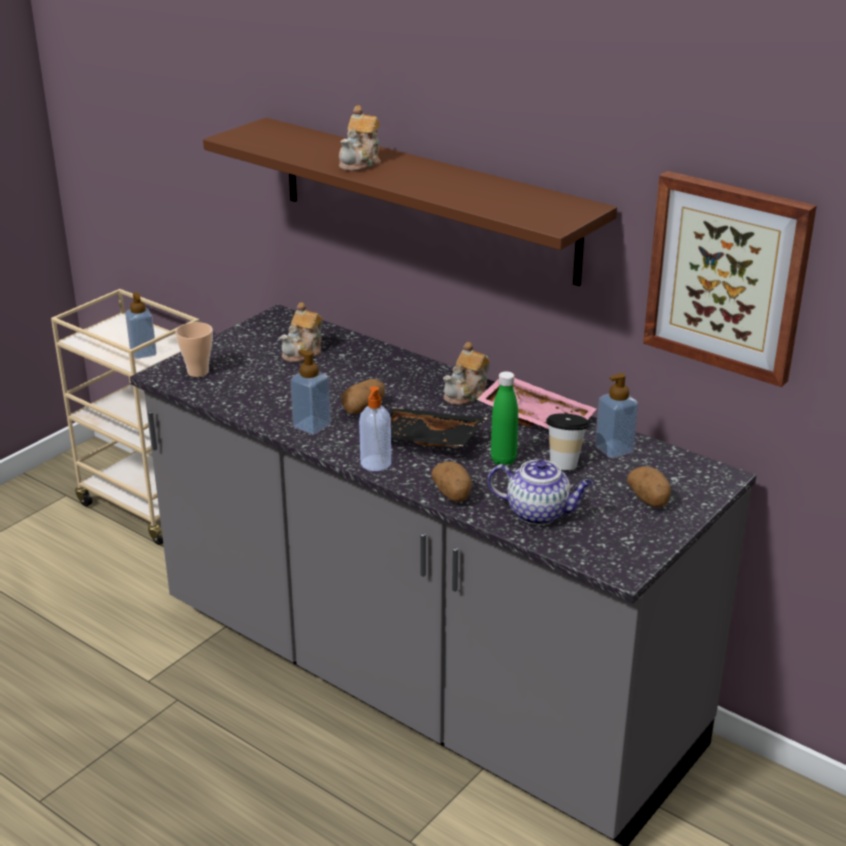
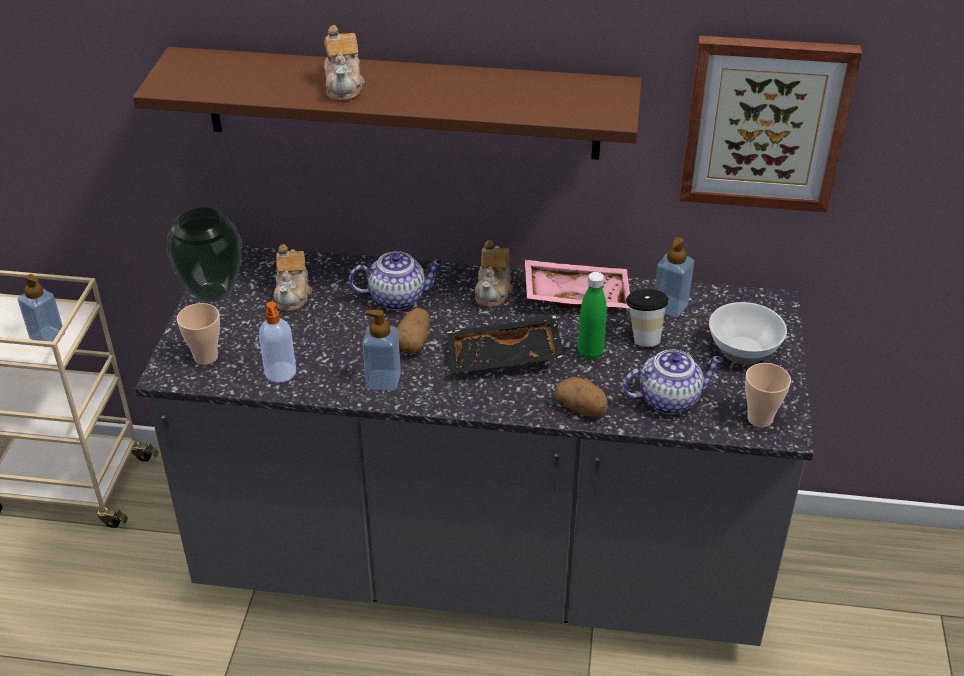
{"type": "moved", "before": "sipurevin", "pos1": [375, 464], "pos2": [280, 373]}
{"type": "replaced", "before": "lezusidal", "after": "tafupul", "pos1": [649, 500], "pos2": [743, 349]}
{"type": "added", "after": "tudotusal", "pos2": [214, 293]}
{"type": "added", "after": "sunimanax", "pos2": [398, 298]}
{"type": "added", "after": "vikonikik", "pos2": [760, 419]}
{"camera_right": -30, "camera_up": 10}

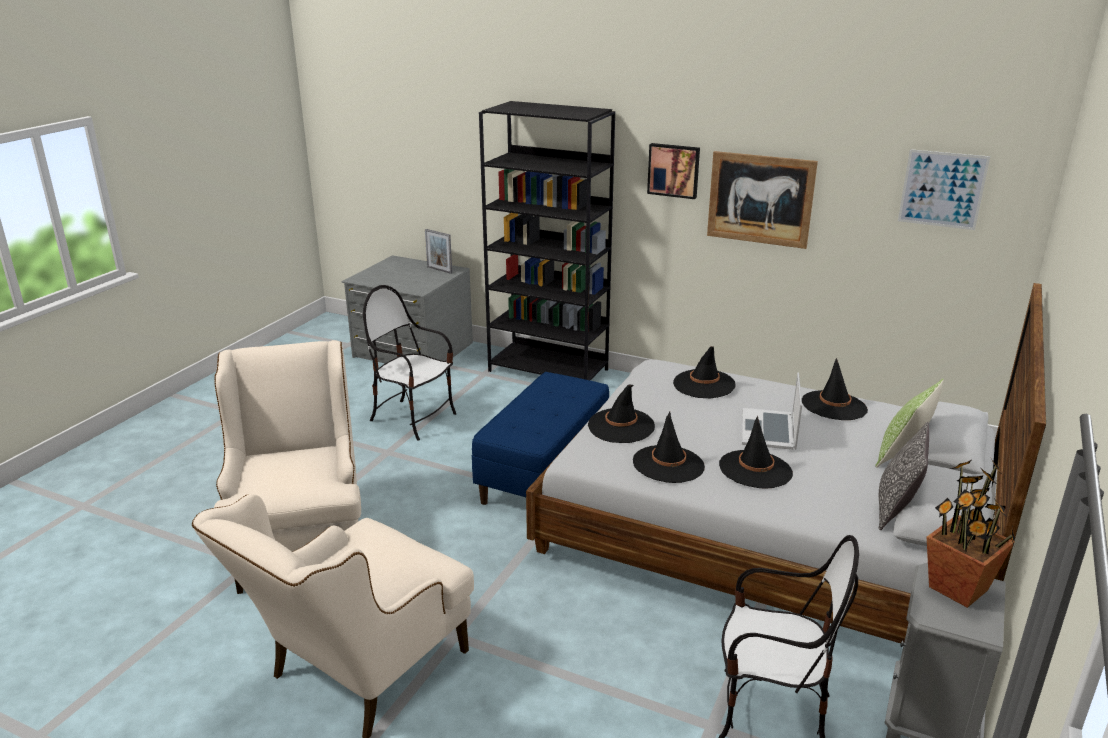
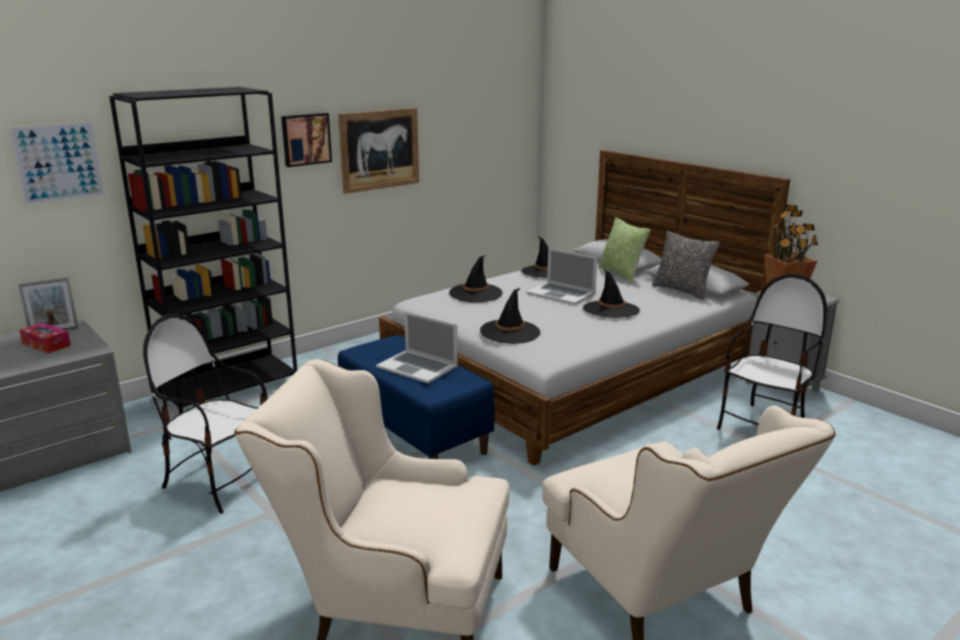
{"type": "turned", "before": "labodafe", "pos1": [413, 419], "pos2": [219, 482], "turn": 60}
{"type": "removed", "before": "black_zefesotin", "pos1": [668, 464]}
{"type": "moved", "before": "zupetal", "pos1": [942, 189], "pos2": [58, 162]}
{"type": "added", "after": "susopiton", "pos2": [46, 344]}
{"type": "added", "after": "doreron", "pos2": [417, 366]}
{"camera_right": -65, "camera_up": -5}

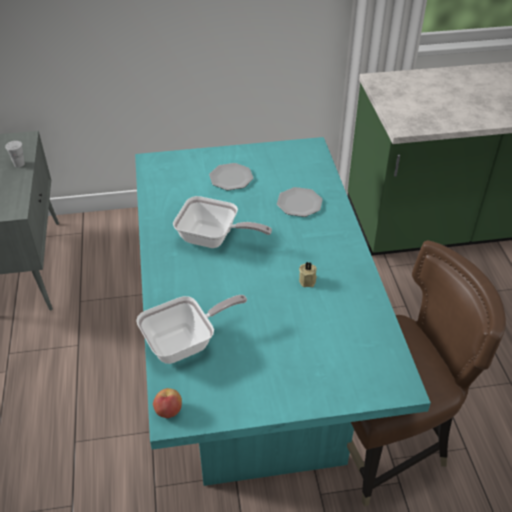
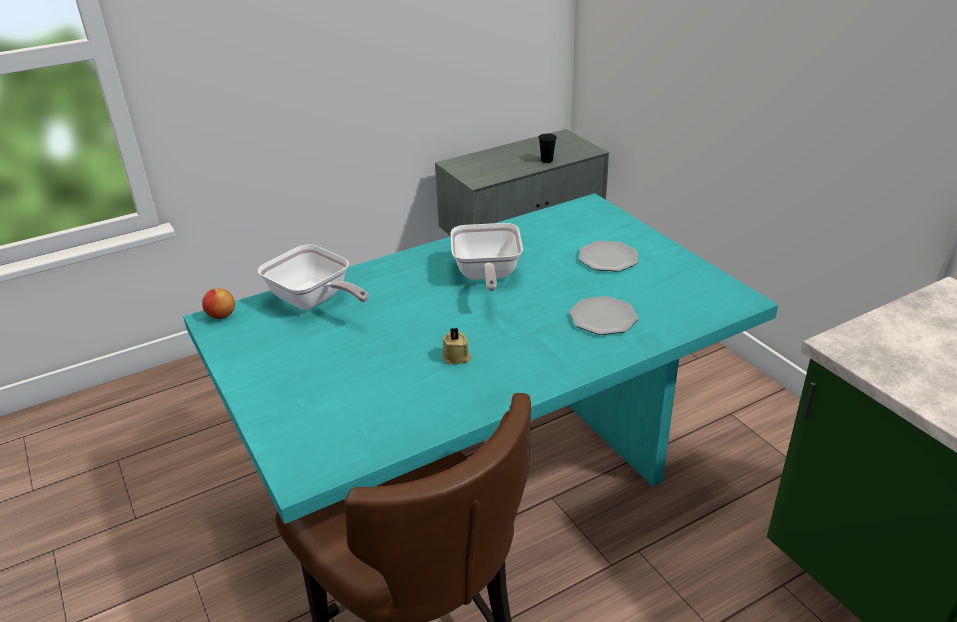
{"type": "recoloured", "before": "white_vikonikik", "after": "black_vikonikik", "pos1": [19, 164], "pos2": [547, 160]}
{"camera_right": 70, "camera_up": -10}

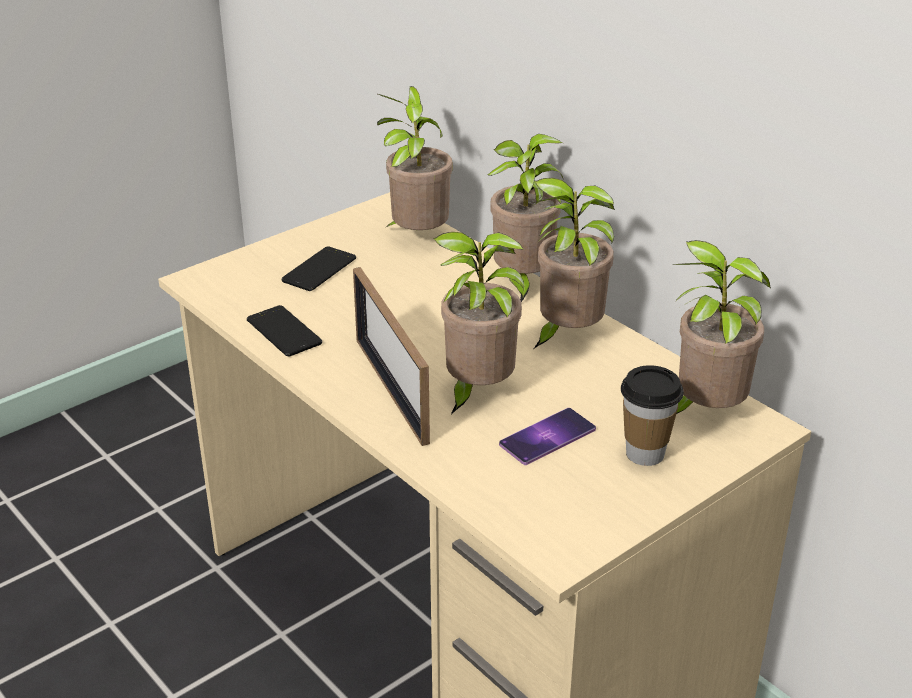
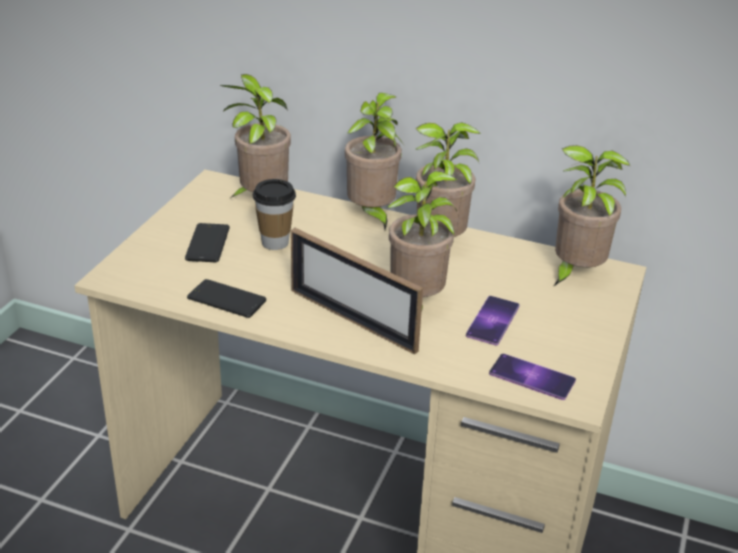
{"type": "moved", "before": "vikonikik", "pos1": [645, 454], "pos2": [275, 243]}
{"type": "added", "after": "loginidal", "pos2": [532, 377]}
{"camera_right": -30, "camera_up": 0}

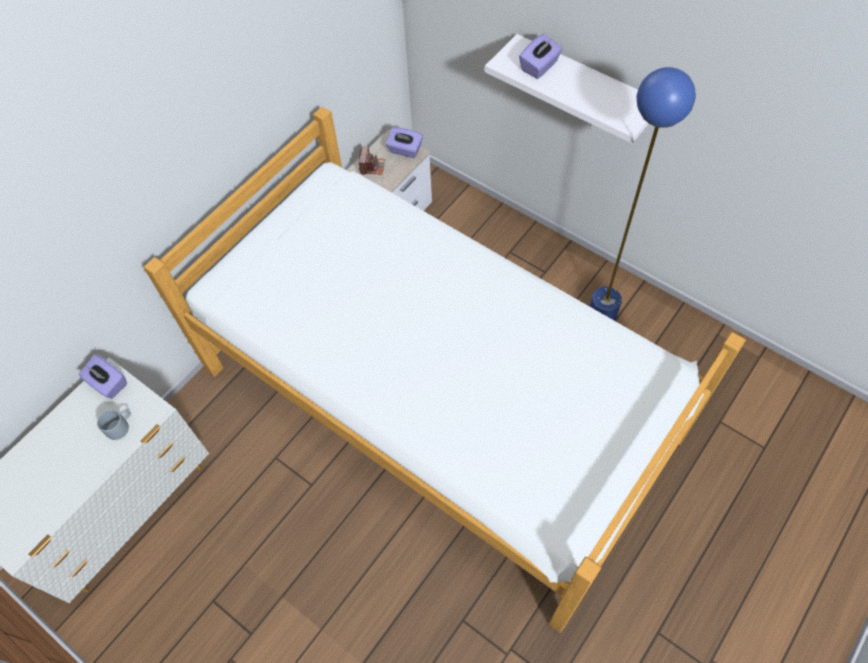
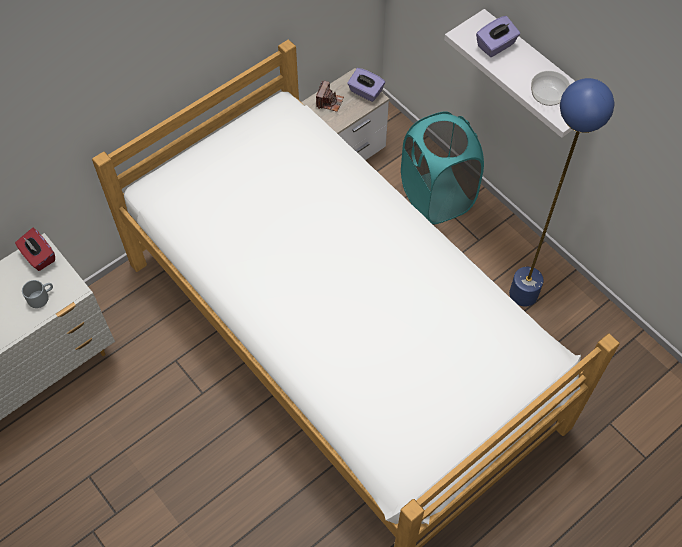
{"type": "recoloured", "before": "purple_susopiton", "after": "red_susopiton", "pos1": [108, 383], "pos2": [38, 256]}
{"type": "added", "after": "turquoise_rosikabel", "pos2": [437, 197]}
{"type": "added", "after": "tafupul", "pos2": [548, 95]}
{"camera_right": 10, "camera_up": 0}

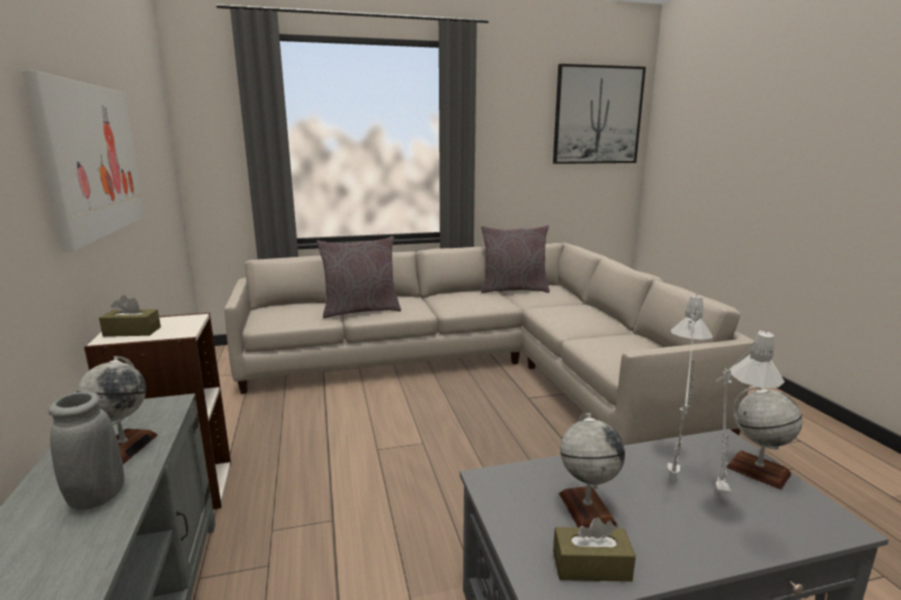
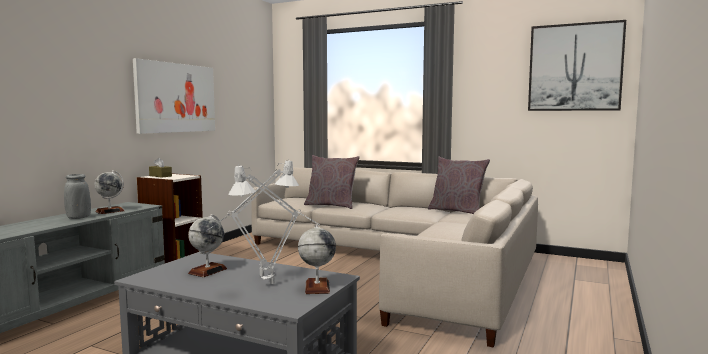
{"type": "removed", "before": "brown_susopiton", "pos1": [591, 566]}
{"camera_right": 40, "camera_up": -10}

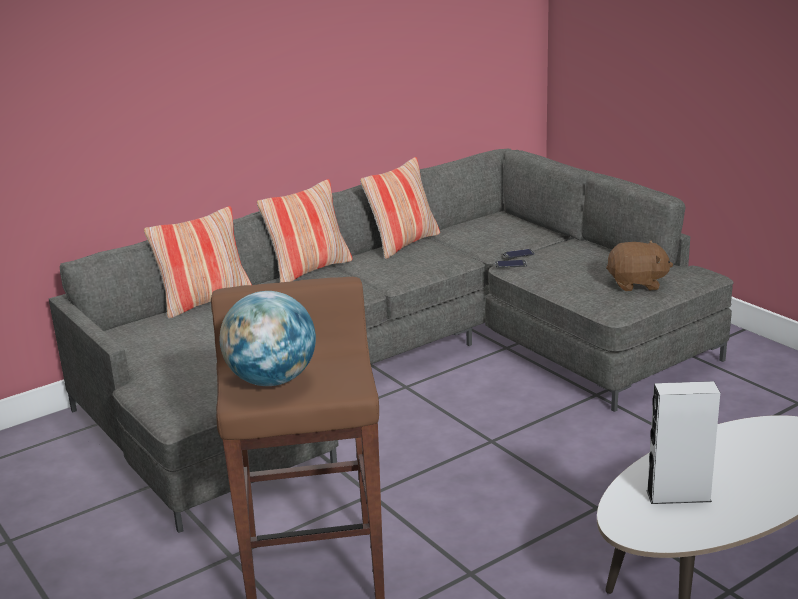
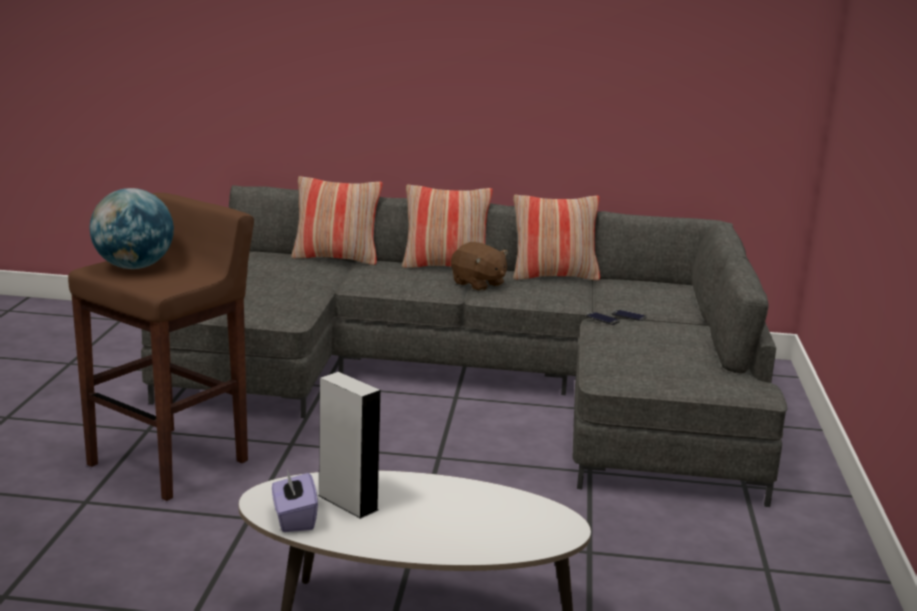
{"type": "moved", "before": "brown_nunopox", "pos1": [637, 284], "pos2": [478, 284]}
{"type": "added", "after": "purple_susopiton", "pos2": [294, 519]}
{"camera_right": 40, "camera_up": -5}

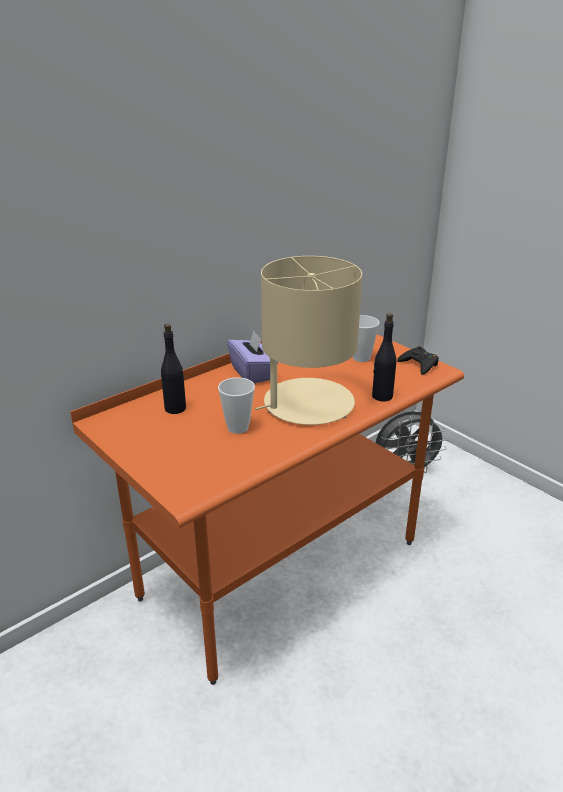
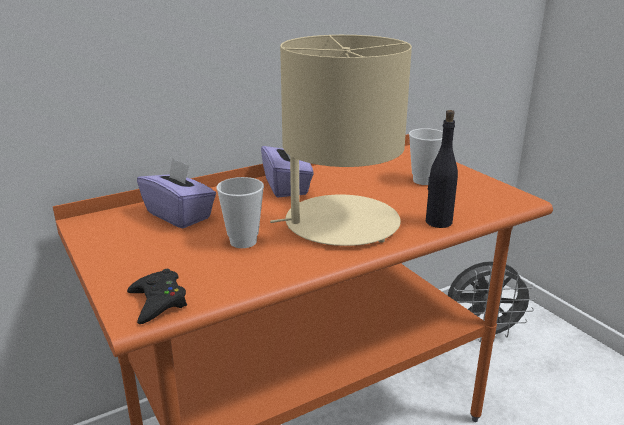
{"type": "replaced", "before": "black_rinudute", "after": "purple_susopiton", "pos1": [175, 408], "pos2": [179, 215]}
{"type": "moved", "before": "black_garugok", "pos1": [419, 364], "pos2": [158, 302]}
{"camera_right": 10, "camera_up": -5}

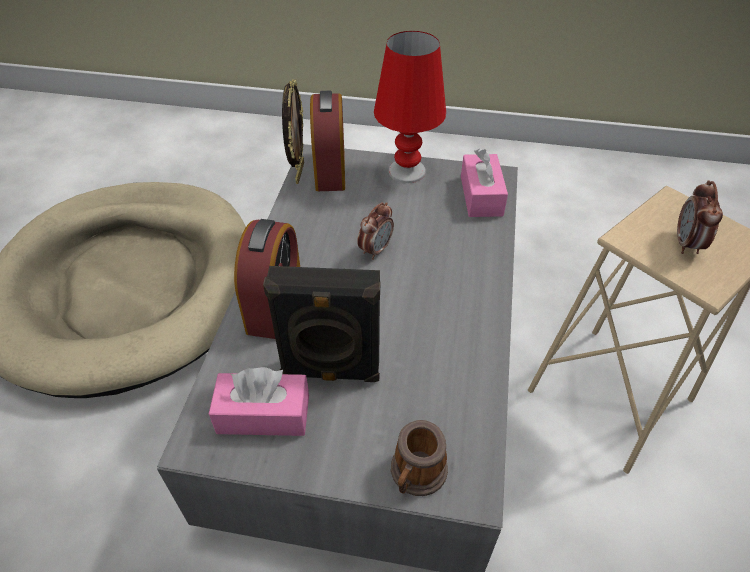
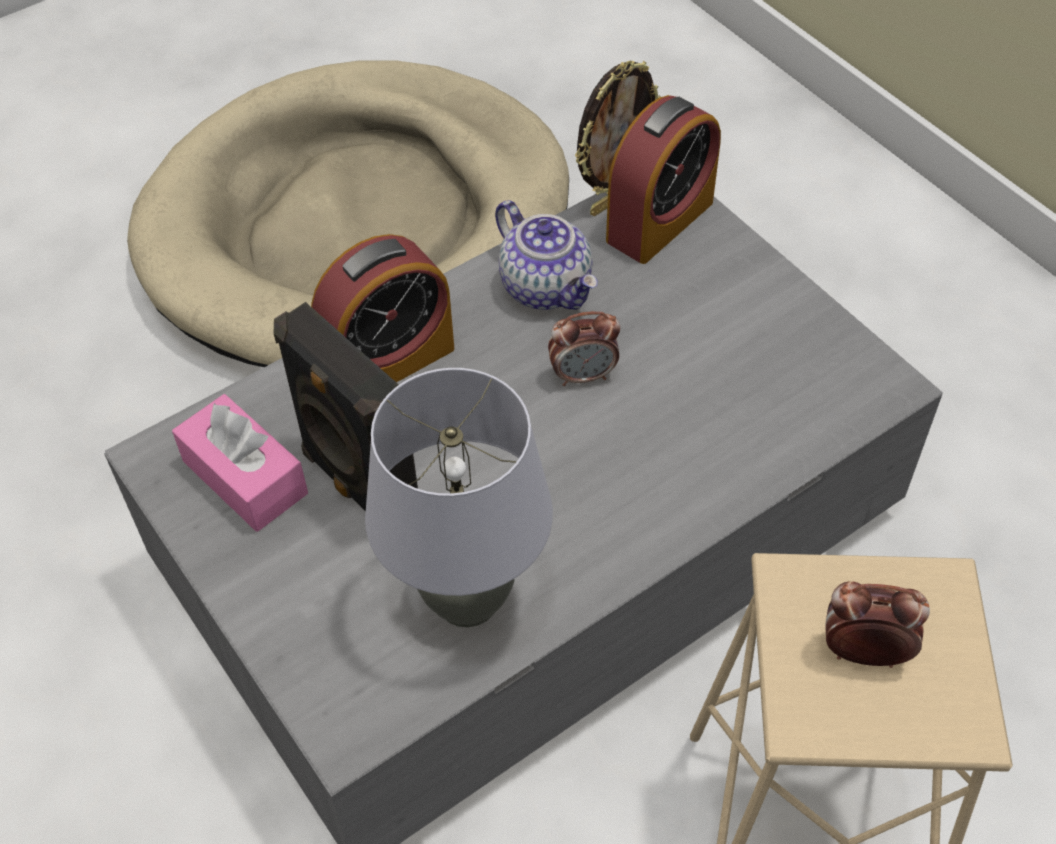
{"type": "removed", "before": "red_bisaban", "pos1": [406, 171]}
{"type": "removed", "before": "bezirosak", "pos1": [415, 475]}
{"type": "removed", "before": "pink_susopiton", "pos1": [481, 196]}
{"type": "turned", "before": "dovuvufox", "pos1": [687, 244], "pos2": [863, 652], "turn": 45}
{"type": "added", "after": "grey_bisaban", "pos2": [468, 600]}
{"type": "added", "after": "sunimanax", "pos2": [547, 287]}
{"camera_right": 45, "camera_up": 5}

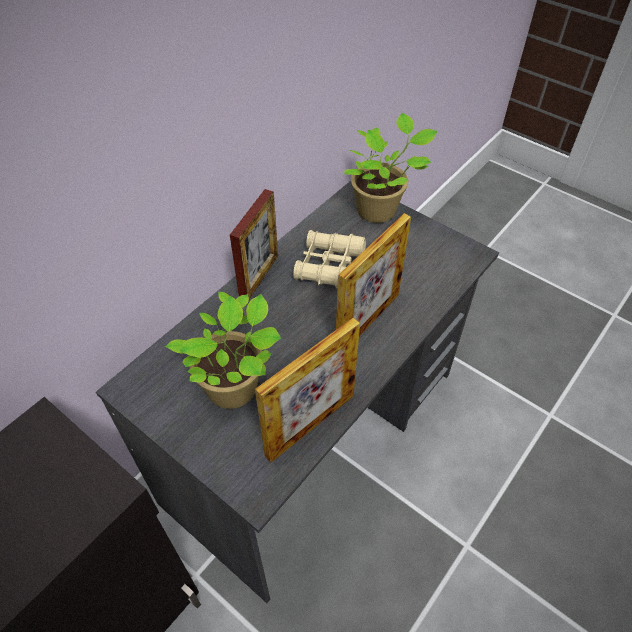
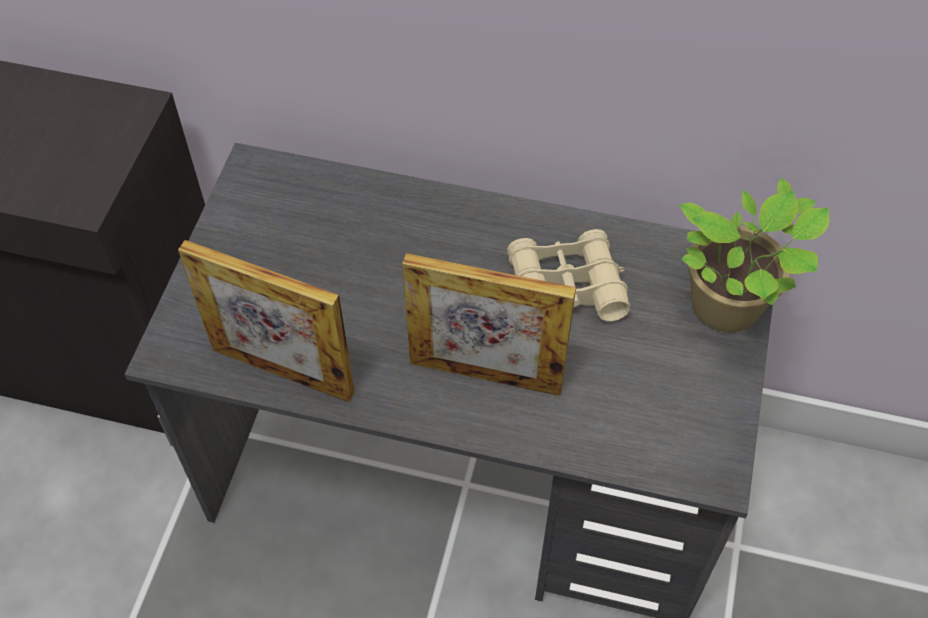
{"type": "removed", "before": "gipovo", "pos1": [236, 389]}
{"type": "removed", "before": "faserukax", "pos1": [259, 276]}
{"camera_right": 65, "camera_up": 5}

